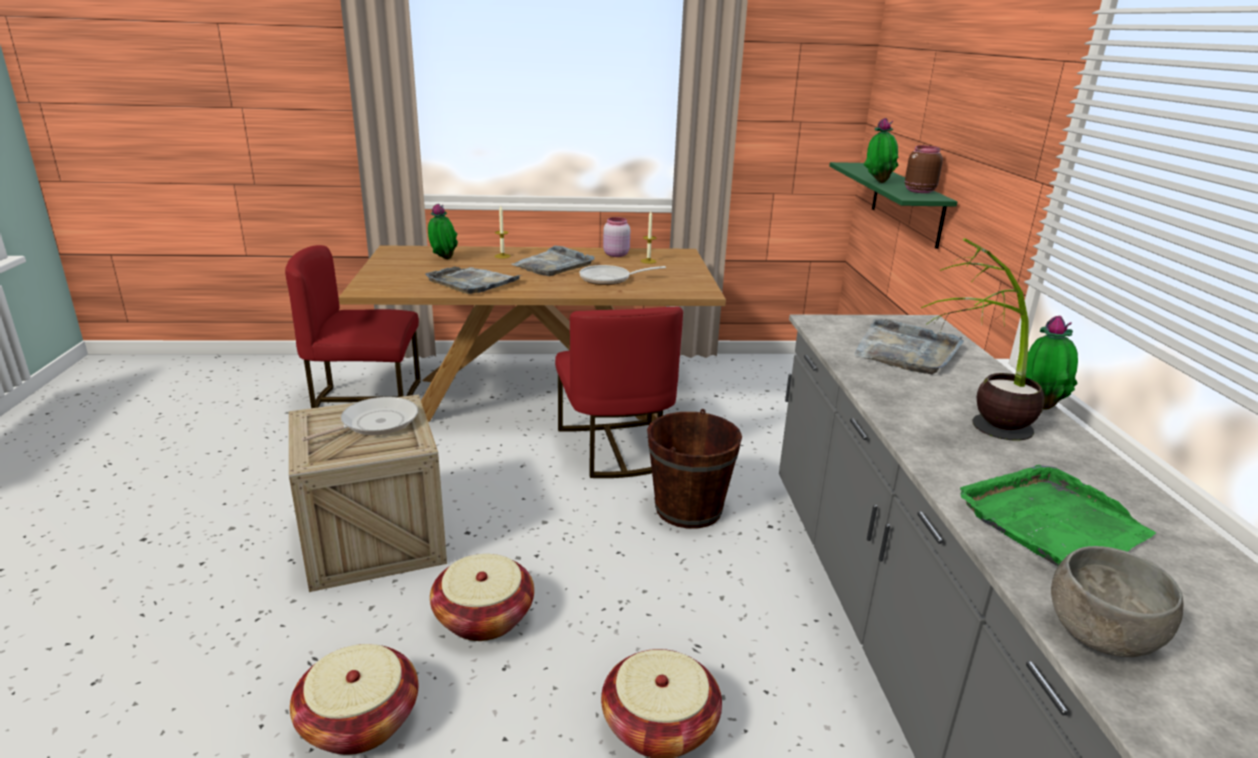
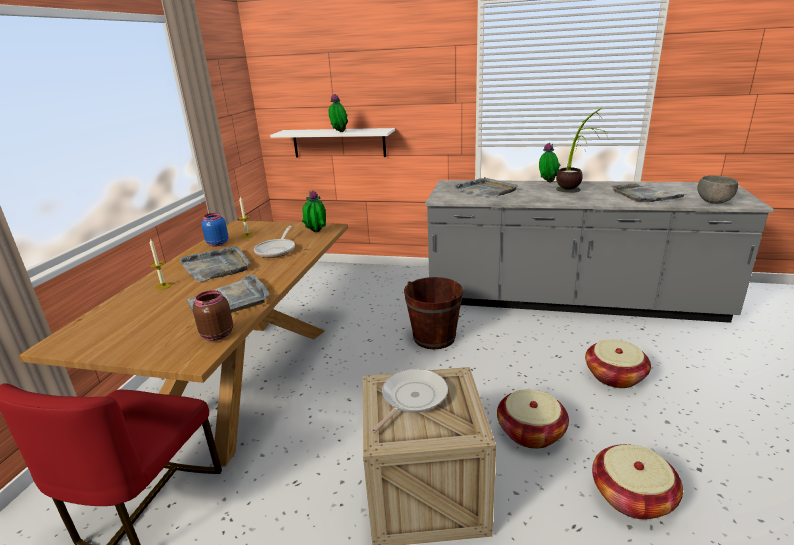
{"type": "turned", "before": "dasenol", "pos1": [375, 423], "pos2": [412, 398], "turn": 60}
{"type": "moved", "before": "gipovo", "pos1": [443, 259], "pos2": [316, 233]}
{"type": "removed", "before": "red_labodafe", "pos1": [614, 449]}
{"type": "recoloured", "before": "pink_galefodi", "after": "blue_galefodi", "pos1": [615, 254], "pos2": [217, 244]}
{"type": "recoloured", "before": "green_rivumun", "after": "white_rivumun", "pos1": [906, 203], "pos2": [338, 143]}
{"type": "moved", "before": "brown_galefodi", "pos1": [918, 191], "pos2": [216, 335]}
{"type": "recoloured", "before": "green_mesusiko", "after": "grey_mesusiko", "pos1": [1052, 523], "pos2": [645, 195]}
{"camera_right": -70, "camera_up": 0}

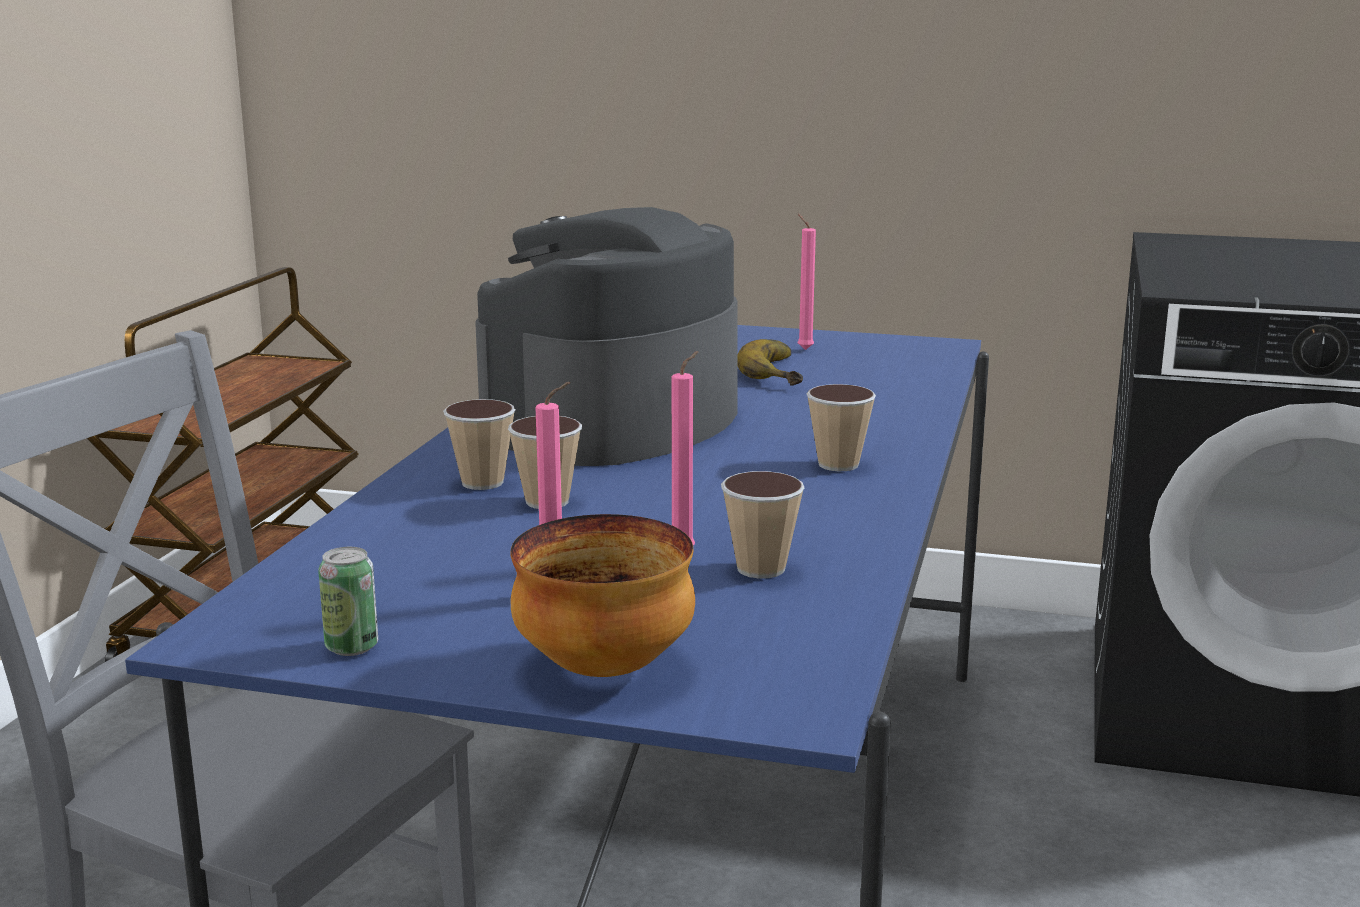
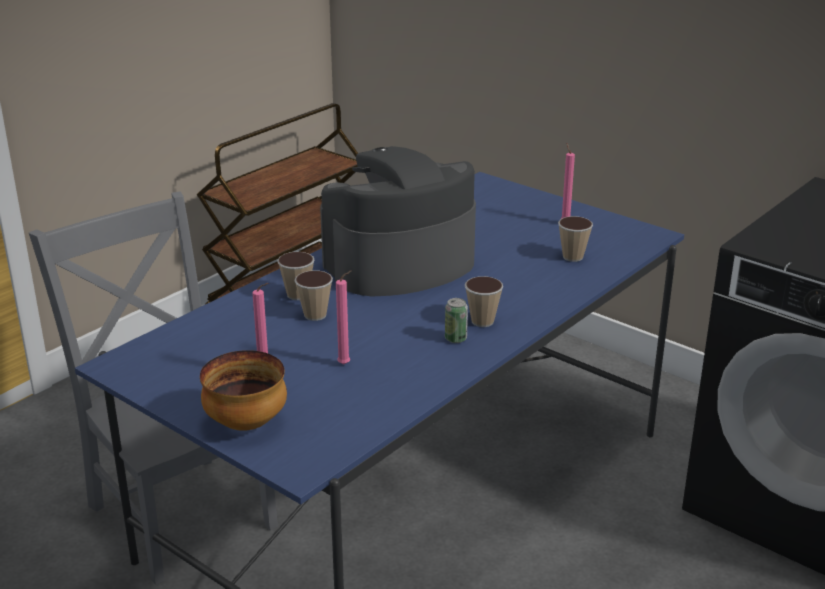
{"type": "moved", "before": "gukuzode", "pos1": [352, 647], "pos2": [455, 339]}
{"type": "moved", "before": "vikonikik", "pos1": [761, 569], "pos2": [572, 257]}
{"type": "removed", "before": "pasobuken", "pos1": [784, 372]}
{"camera_right": 25, "camera_up": 10}

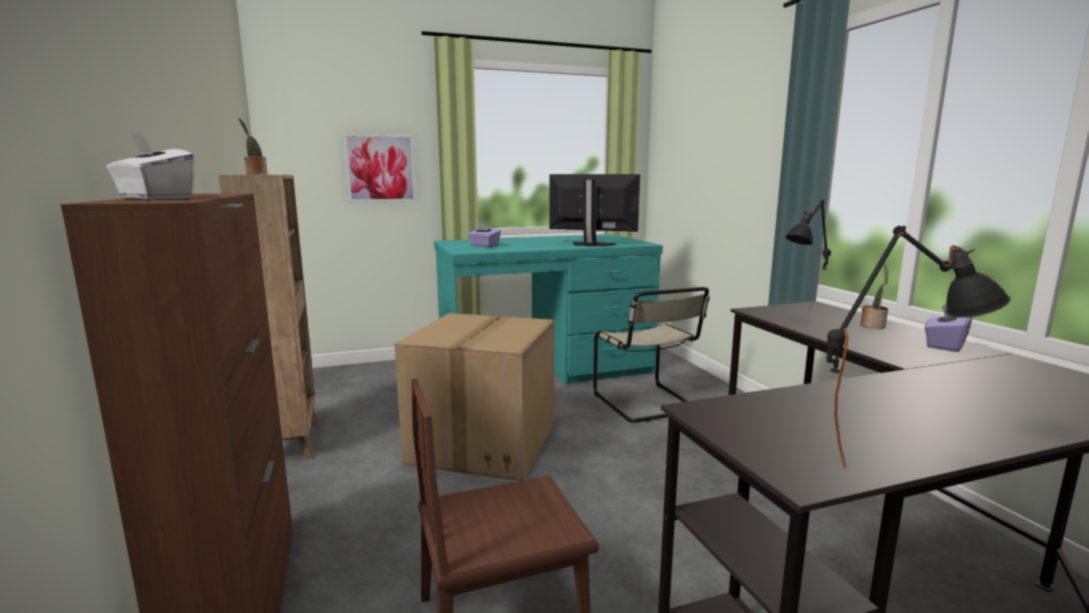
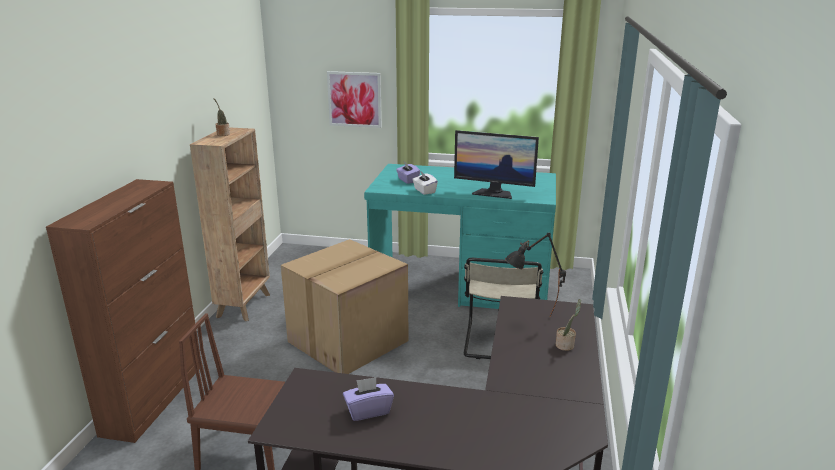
{"type": "moved", "before": "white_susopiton", "pos1": [155, 198], "pos2": [424, 191]}
{"type": "turned", "before": "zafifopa", "pos1": [591, 244], "pos2": [494, 193], "turn": 150}
{"type": "removed", "before": "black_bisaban", "pos1": [891, 461]}
{"type": "moved", "before": "purple_susopiton", "pos1": [944, 345], "pos2": [368, 411]}
{"camera_right": 30, "camera_up": 10}

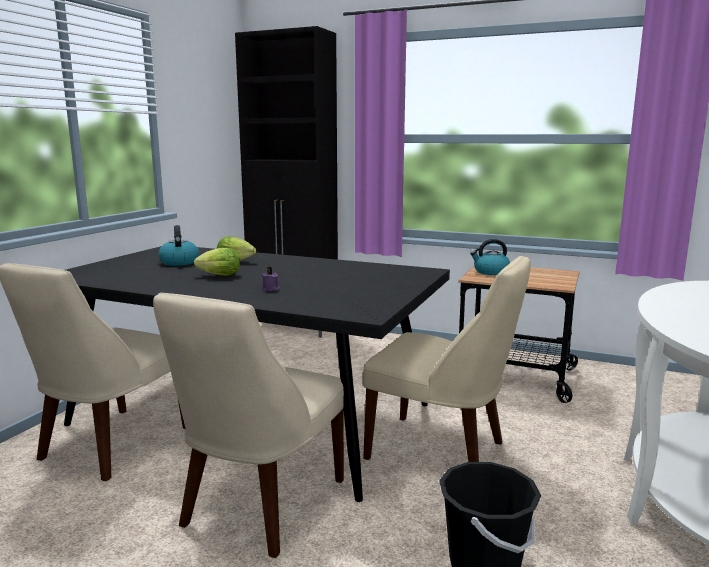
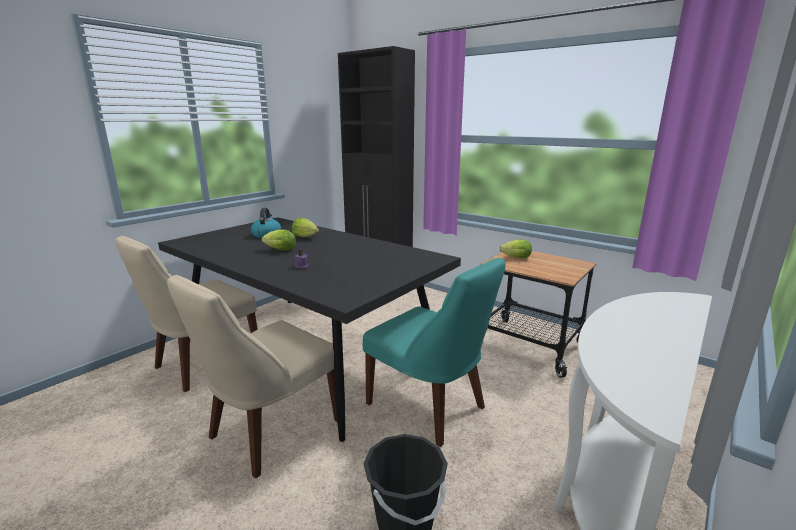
{"type": "recoloured", "before": "beige_labodafe", "after": "turquoise_labodafe", "pos1": [442, 452], "pos2": [430, 407]}
{"type": "replaced", "before": "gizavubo", "after": "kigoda", "pos1": [490, 272], "pos2": [514, 258]}
{"camera_right": 15, "camera_up": 5}

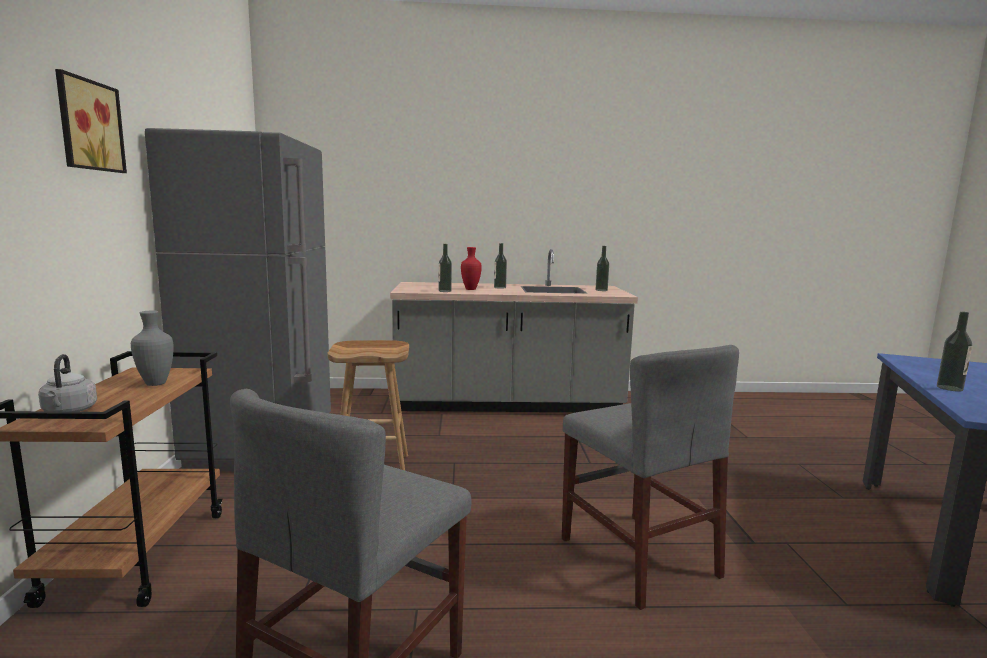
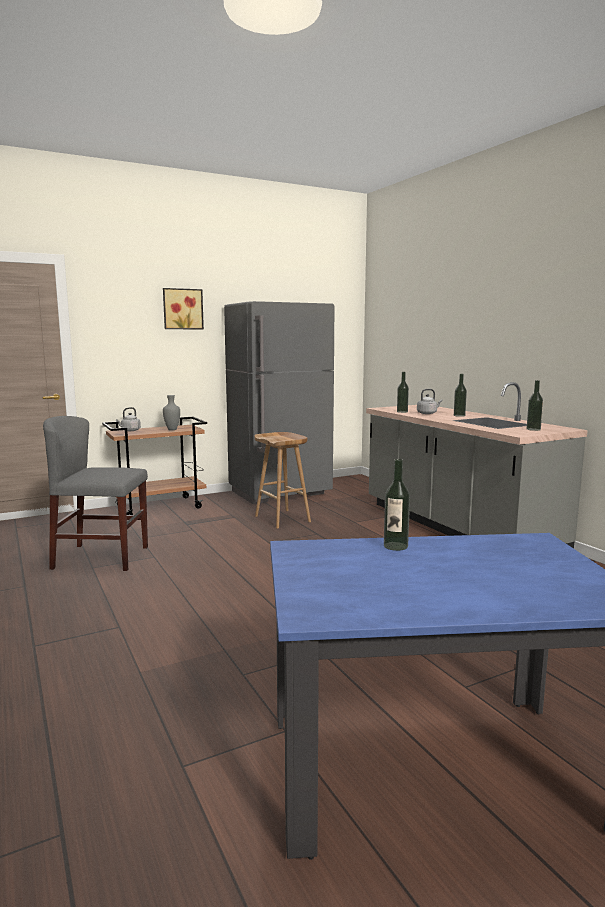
{"type": "replaced", "before": "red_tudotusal", "after": "grey_gizavubo", "pos1": [470, 289], "pos2": [427, 413]}
{"type": "removed", "before": "grey_labodafe", "pos1": [637, 557]}
{"camera_right": 65, "camera_up": 0}

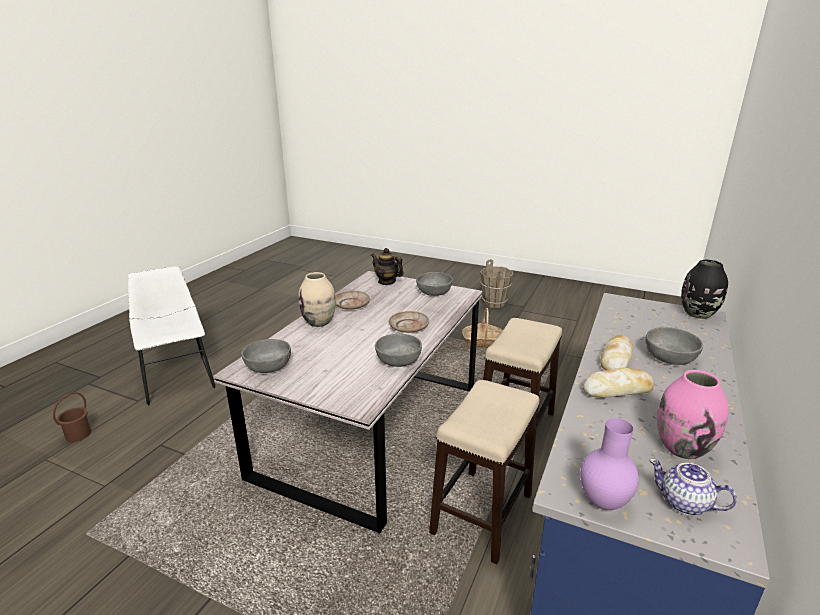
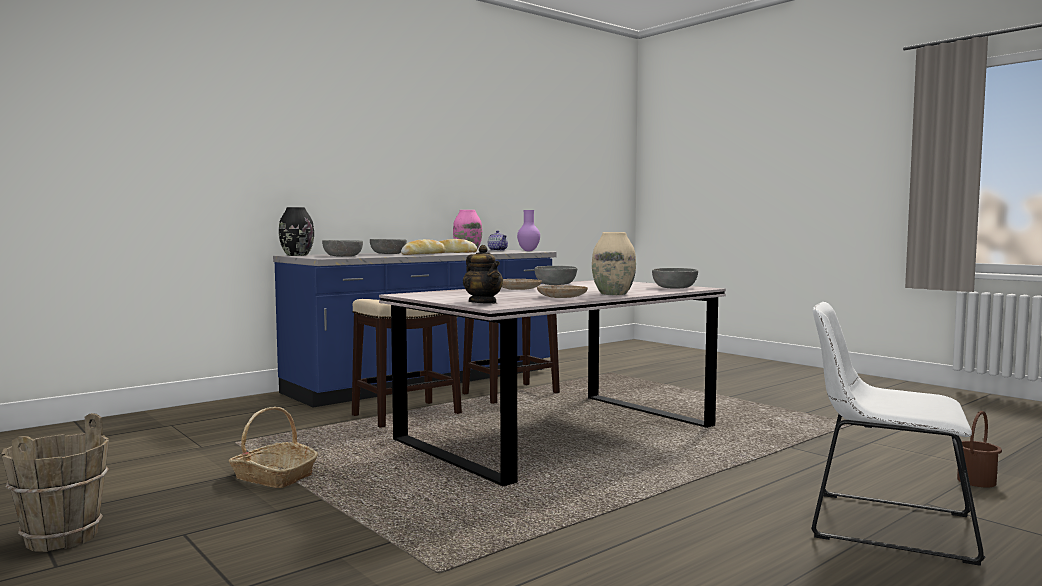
{"type": "turned", "before": "white_labodafe", "pos1": [177, 377], "pos2": [883, 524], "turn": 120}
{"type": "moved", "before": "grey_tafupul", "pos1": [434, 292], "pos2": [343, 256]}
{"camera_right": -155, "camera_up": -20}

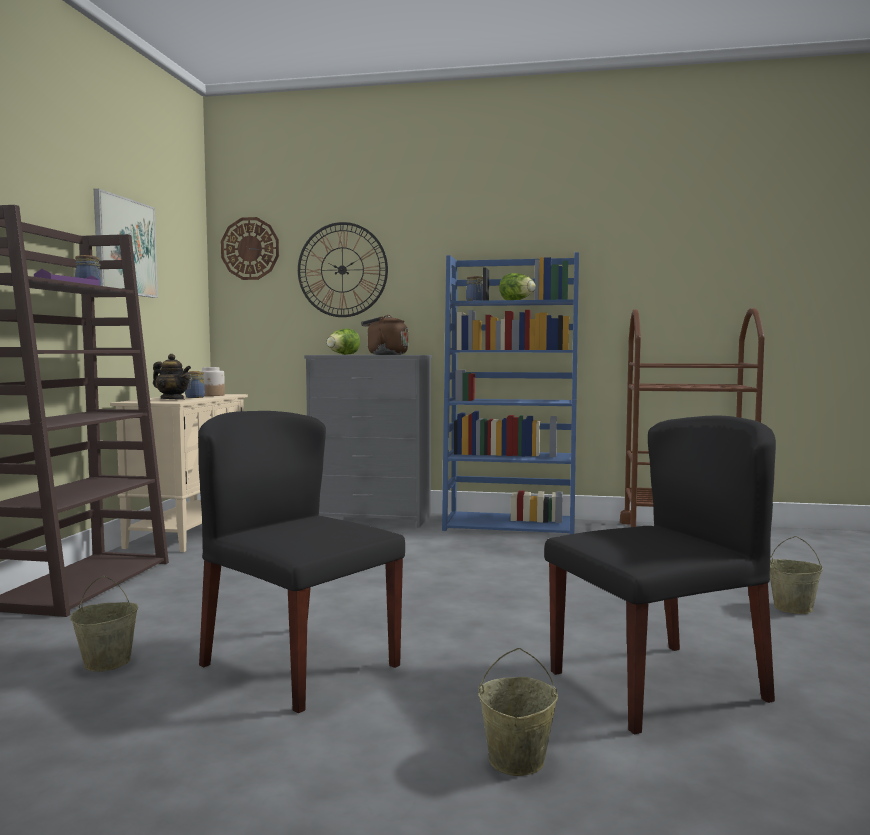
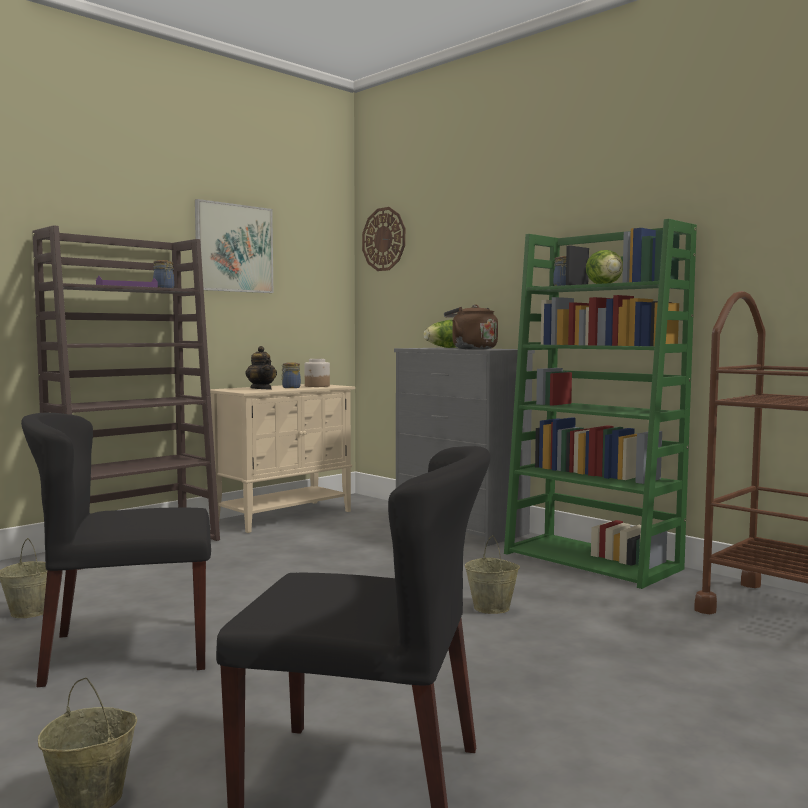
{"type": "turned", "before": "black_labodafe", "pos1": [298, 665], "pos2": [127, 652], "turn": -90}
{"type": "removed", "before": "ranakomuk", "pos1": [342, 270]}
{"type": "recoloured", "before": "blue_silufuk", "after": "green_silufuk", "pos1": [511, 525], "pos2": [593, 561]}
{"type": "moved", "before": "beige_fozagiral", "pos1": [793, 608], "pos2": [492, 608]}
{"camera_right": 35, "camera_up": 0}

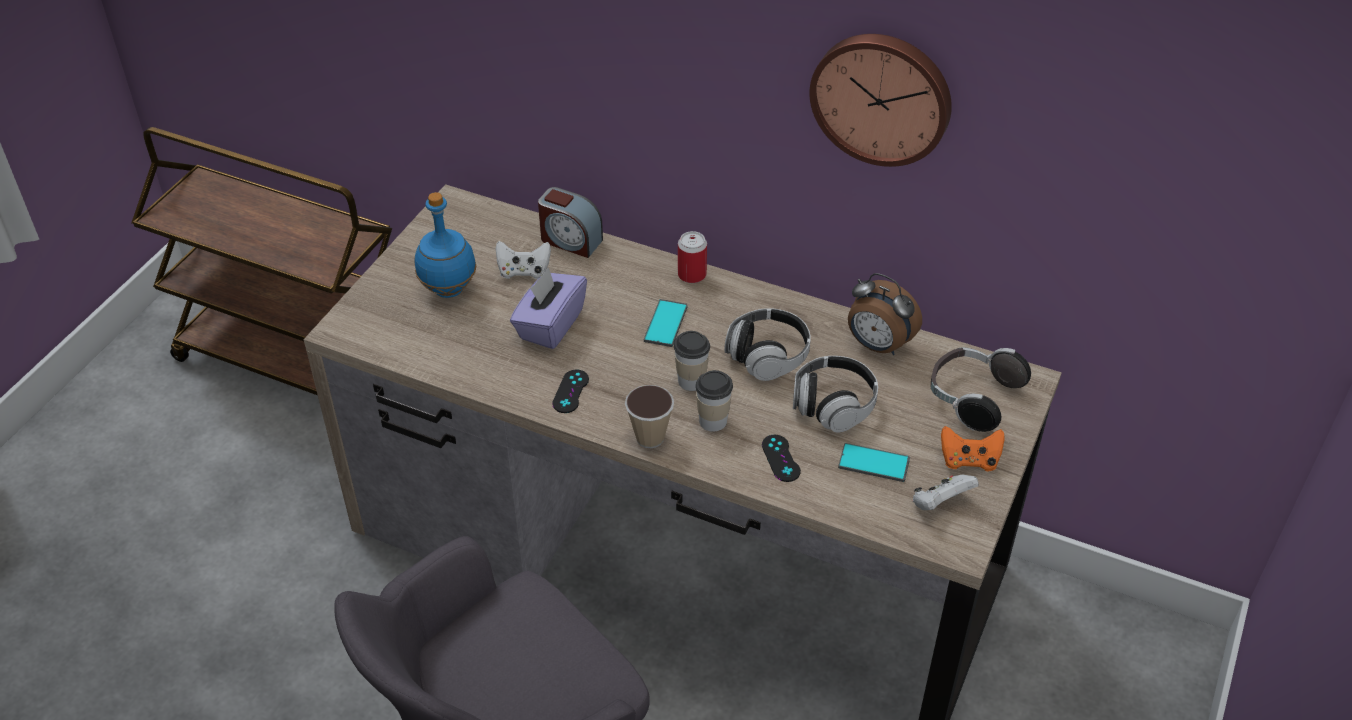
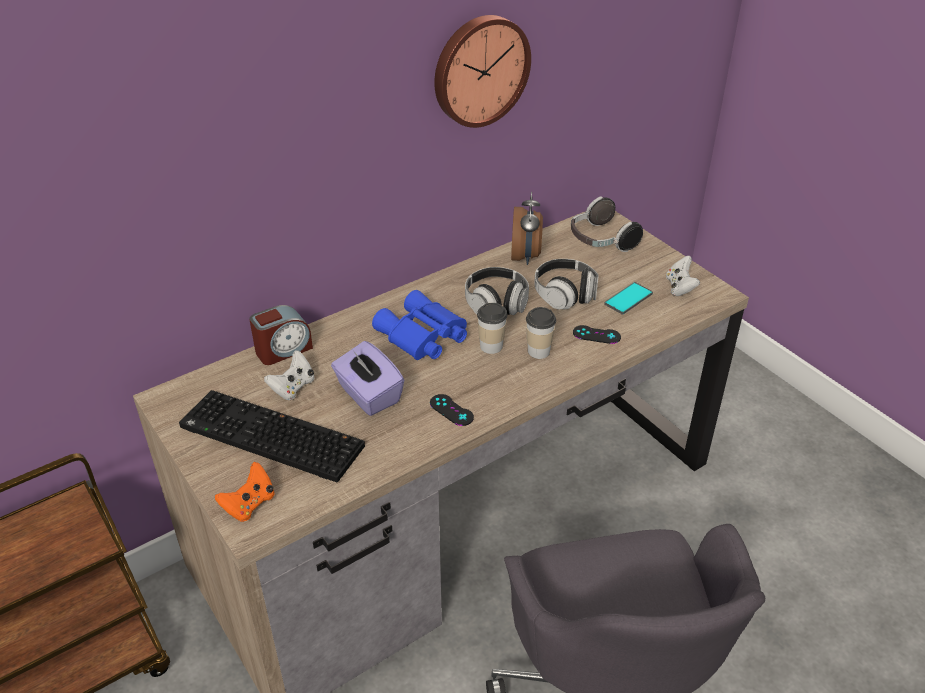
{"type": "replaced", "before": "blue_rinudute", "after": "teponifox", "pos1": [448, 289], "pos2": [268, 438]}
{"type": "removed", "before": "vikonikik", "pos1": [650, 437]}
{"type": "replaced", "before": "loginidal", "after": "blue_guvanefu", "pos1": [665, 323], "pos2": [422, 336]}
{"type": "removed", "before": "gukuzode", "pos1": [692, 275]}
{"type": "turned", "before": "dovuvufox", "pos1": [877, 345], "pos2": [526, 256], "turn": -60}
{"type": "moved", "before": "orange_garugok", "pos1": [969, 460], "pos2": [249, 504]}
{"camera_right": -60, "camera_up": -5}

